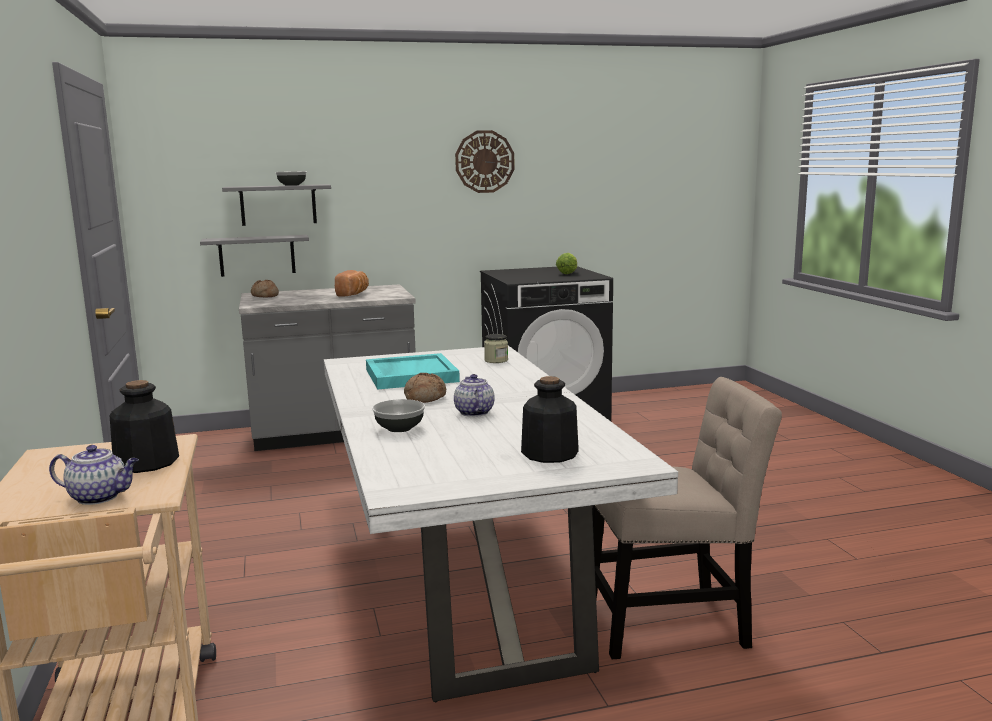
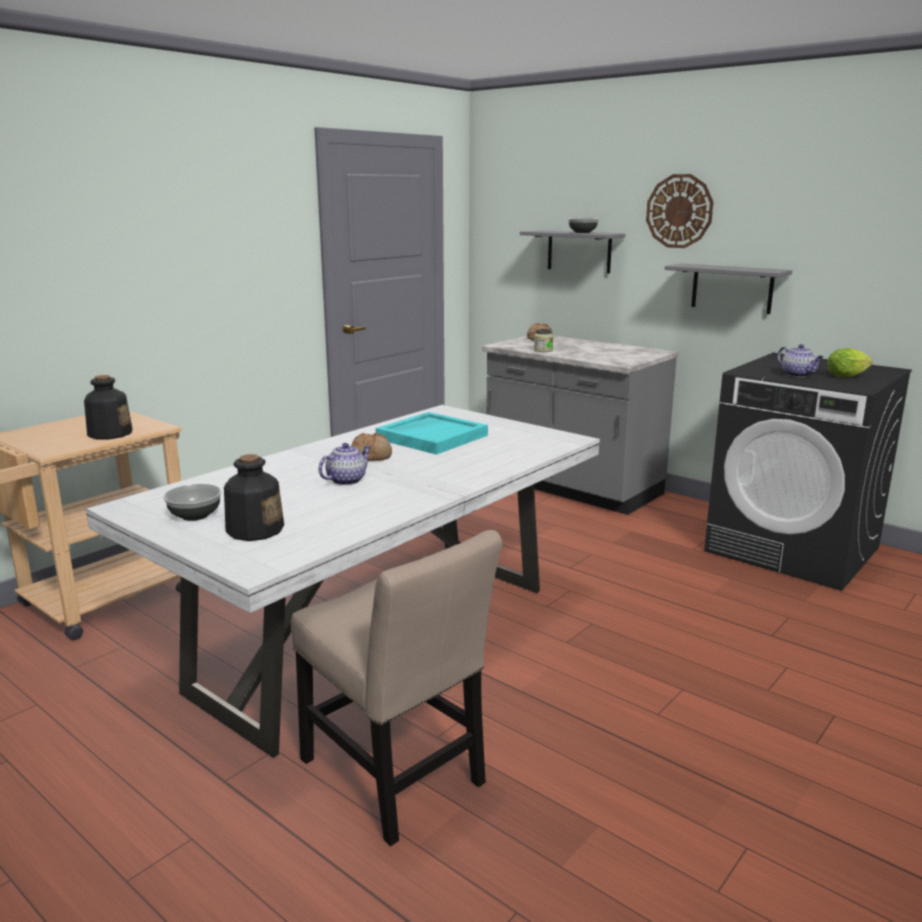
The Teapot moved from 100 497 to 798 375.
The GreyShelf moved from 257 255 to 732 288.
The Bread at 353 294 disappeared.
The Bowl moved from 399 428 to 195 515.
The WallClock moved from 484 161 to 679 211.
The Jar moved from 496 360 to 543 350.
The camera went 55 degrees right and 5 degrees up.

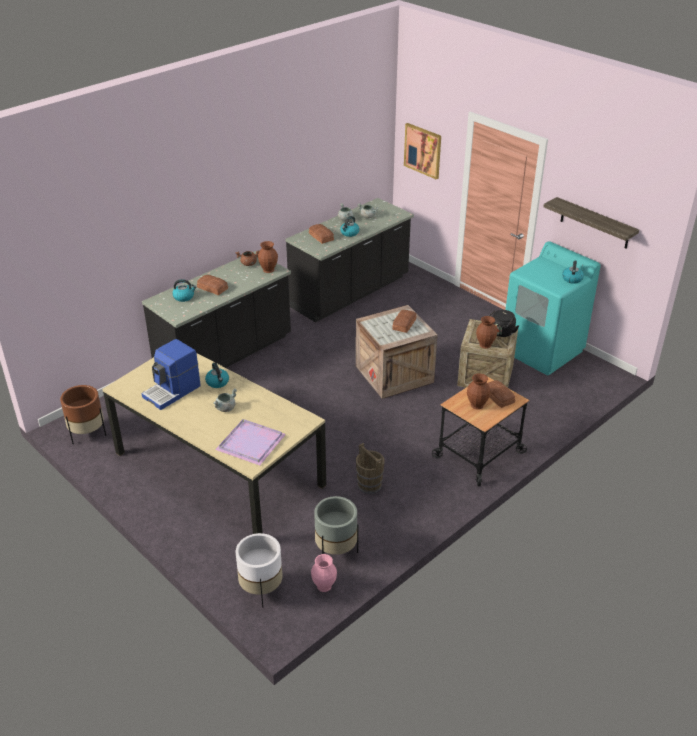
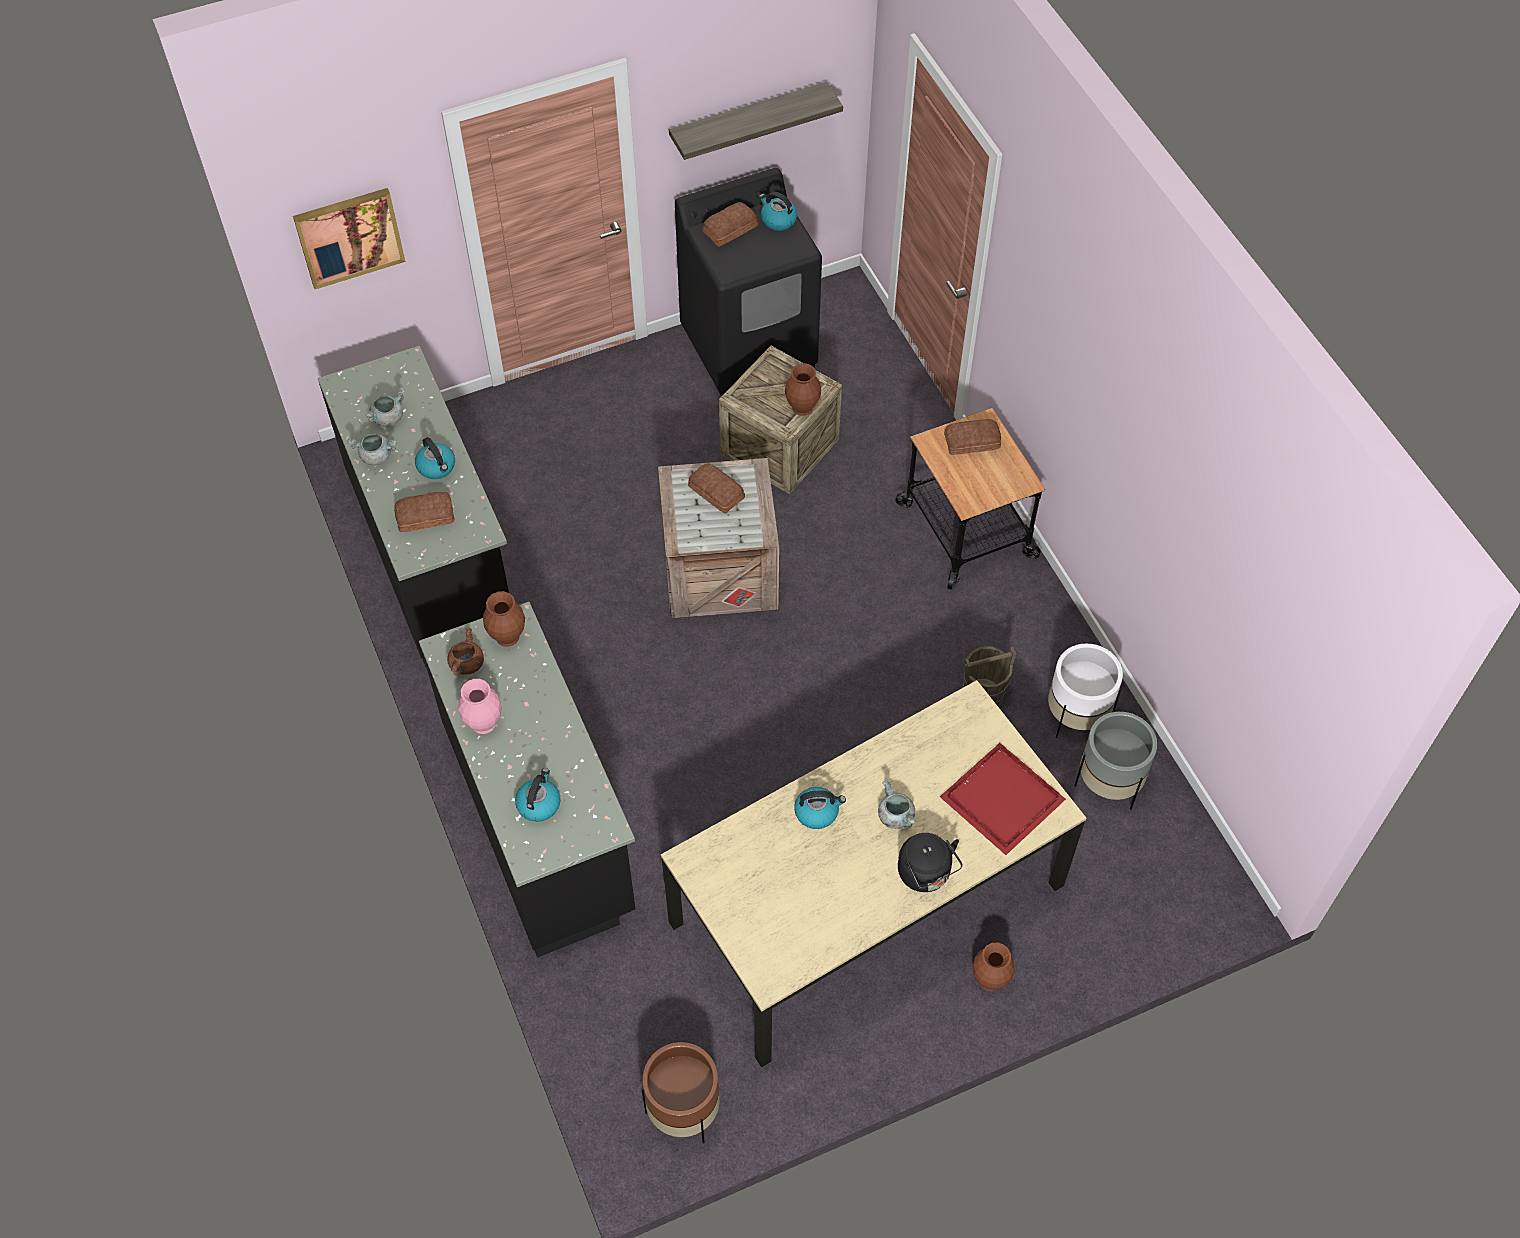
The CoffeeMachine at 172 391 disappeared.
The Bread moved from 212 288 to 729 228.
The PurpleTray at 252 443 became the RedTray at 1002 797.
The WhitePlanter moved from 261 589 to 1076 716.
The PinkVase moved from 323 585 to 482 723.
The BrownVase moved from 477 405 to 991 979.
The BlackKettle moved from 501 333 to 926 874.
The TurquoiseWashingMachine at 542 351 became the BlackWashingMachine at 750 347.
The camera went 70 degrees left and 20 degrees up.

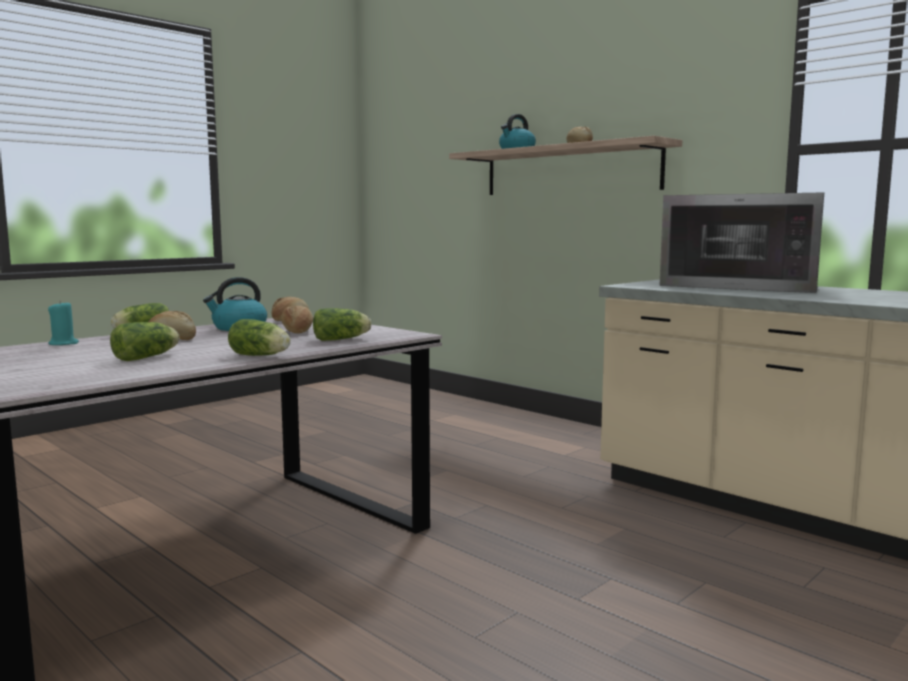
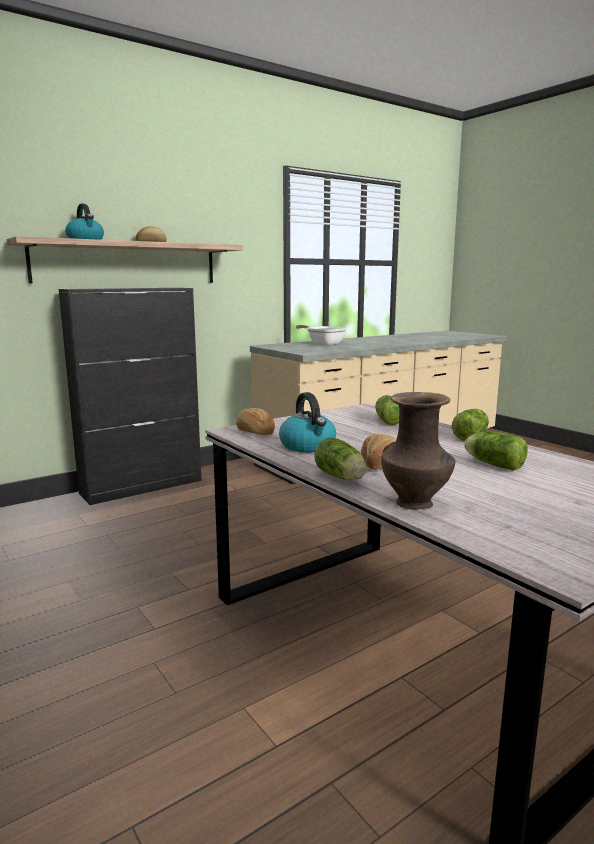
The TurquoiseCandle at 64 343 was replaced by the BrownVase at 416 504.
The Bread at 297 332 disappeared.
The Microwave at 742 286 was replaced by the FryingPan at 323 344.
The BlackCabinet at 142 487 appeared.
The camera went 80 degrees left and 5 degrees up.

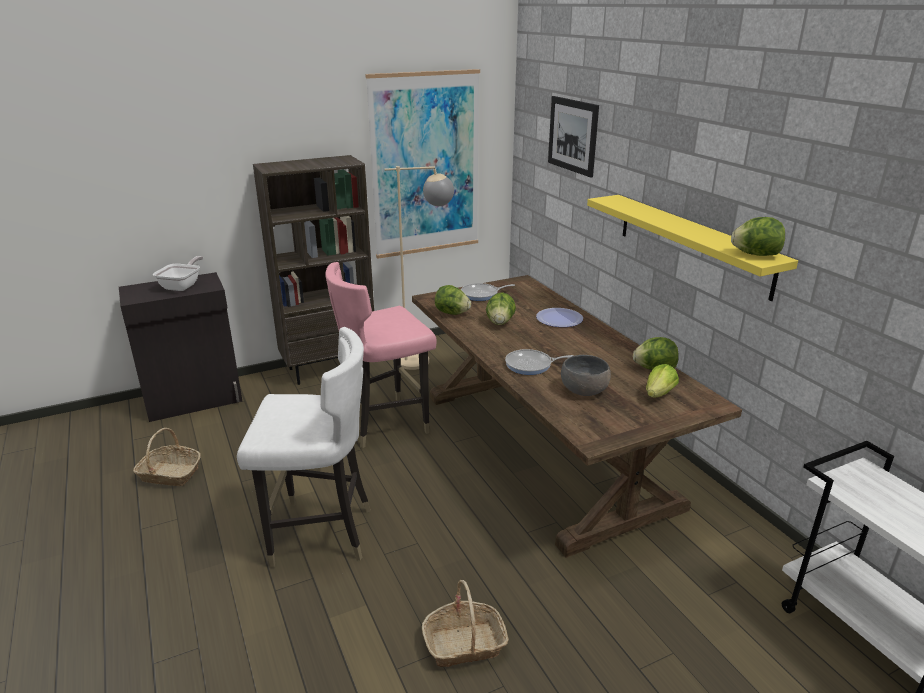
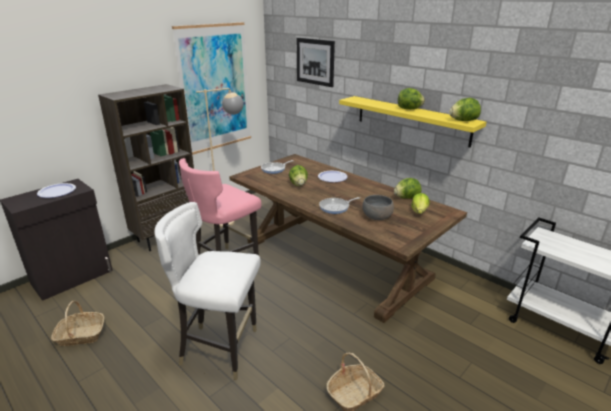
The FryingPan at 183 286 was replaced by the Plate at 57 191.
The WhiteChair at 320 534 turned 150 degrees counterclockwise.
The Lettuce moved from 452 313 to 409 109.
The camera went 20 degrees left and 0 degrees up.

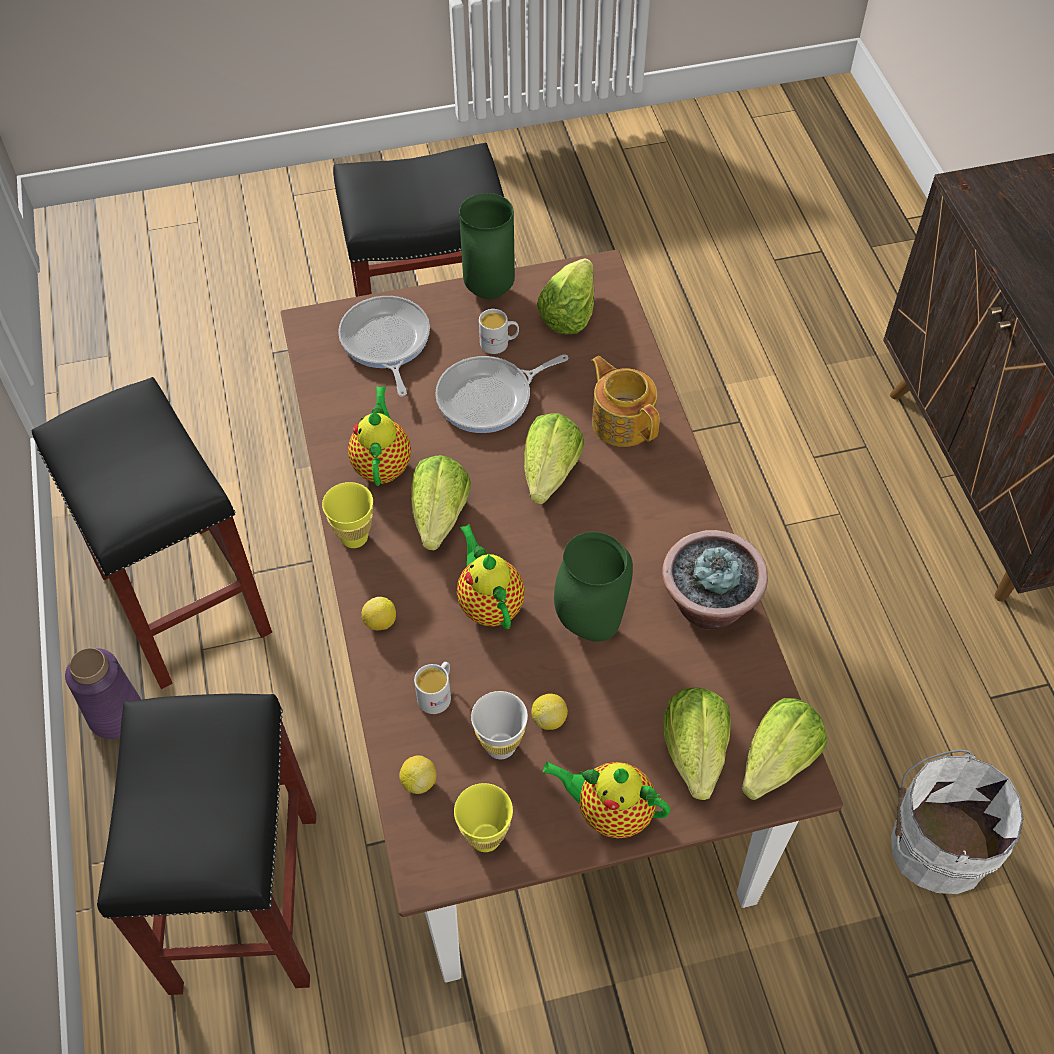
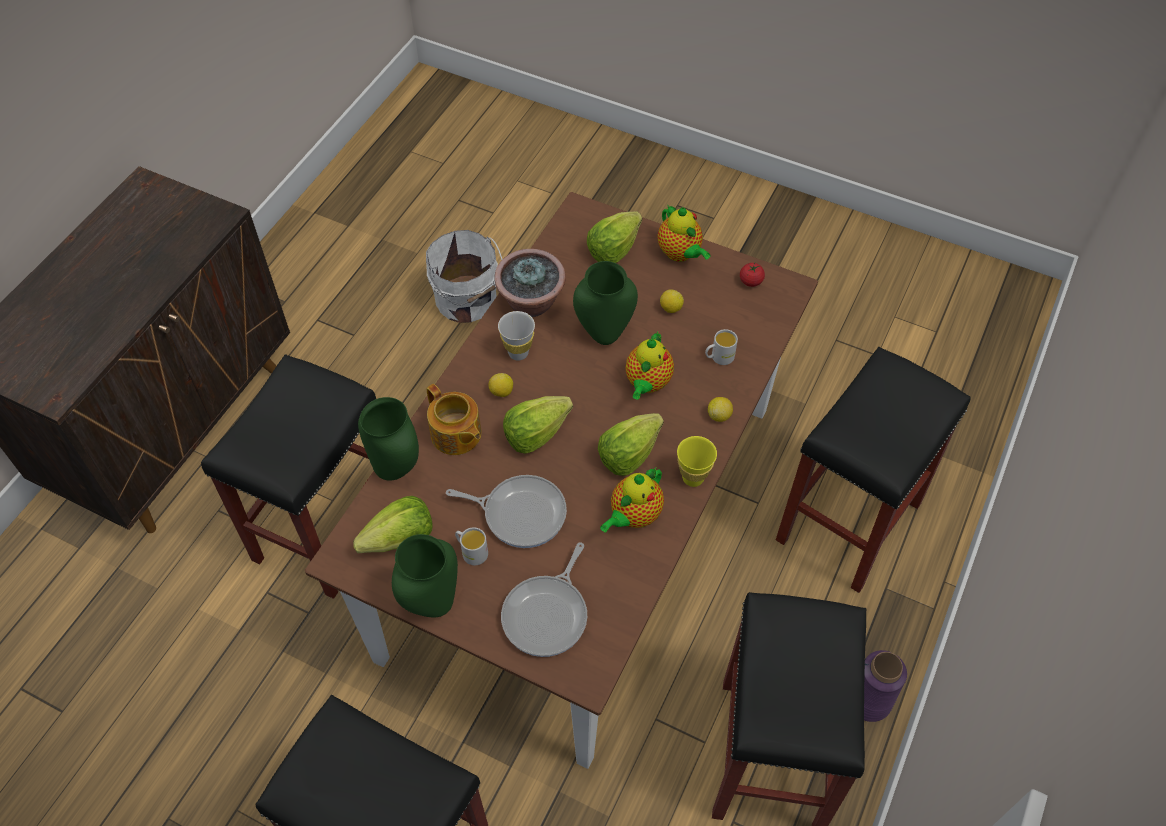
The Lemon moved from 419 781 to 501 392.
The YellowCup at 485 838 was replaced by the Tomato at 751 281.
The WhiteCup moved from 500 746 to 518 353.
The Teapot at 622 421 turned 45 degrees counterclockwise.
The Lettuce at 777 761 disappeared.
The BlackStool at 327 526 appeared.
The GreenVase at 398 469 appeared.
The camera went 140 degrees left and 0 degrees up.

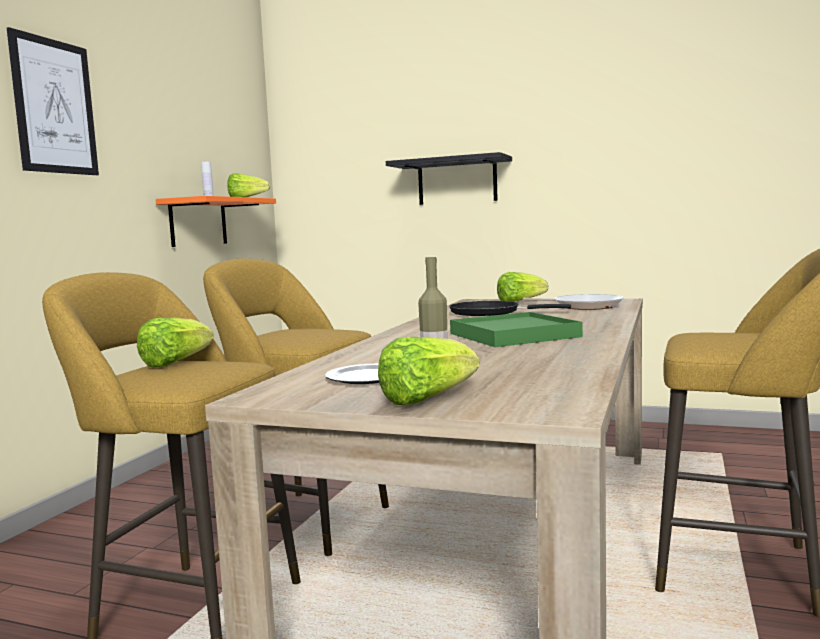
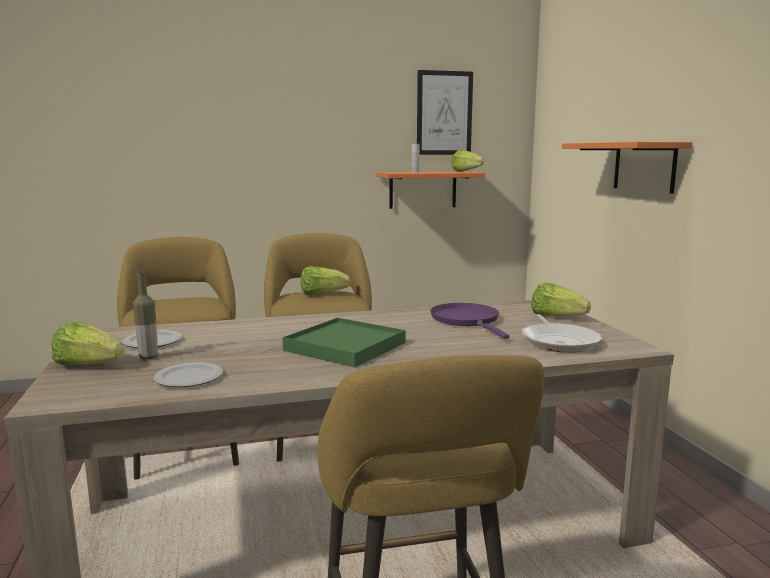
The Picture moved from 54 106 to 444 113.
The Lettuce moved from 175 363 to 322 294.
The BlackShelf at 457 181 became the OrangeShelf at 644 166.
The BlackFryingPan at 490 313 became the PurpleFryingPan at 467 320.
The Plate at 189 378 appeared.
The camera went 55 degrees right and 5 degrees up.

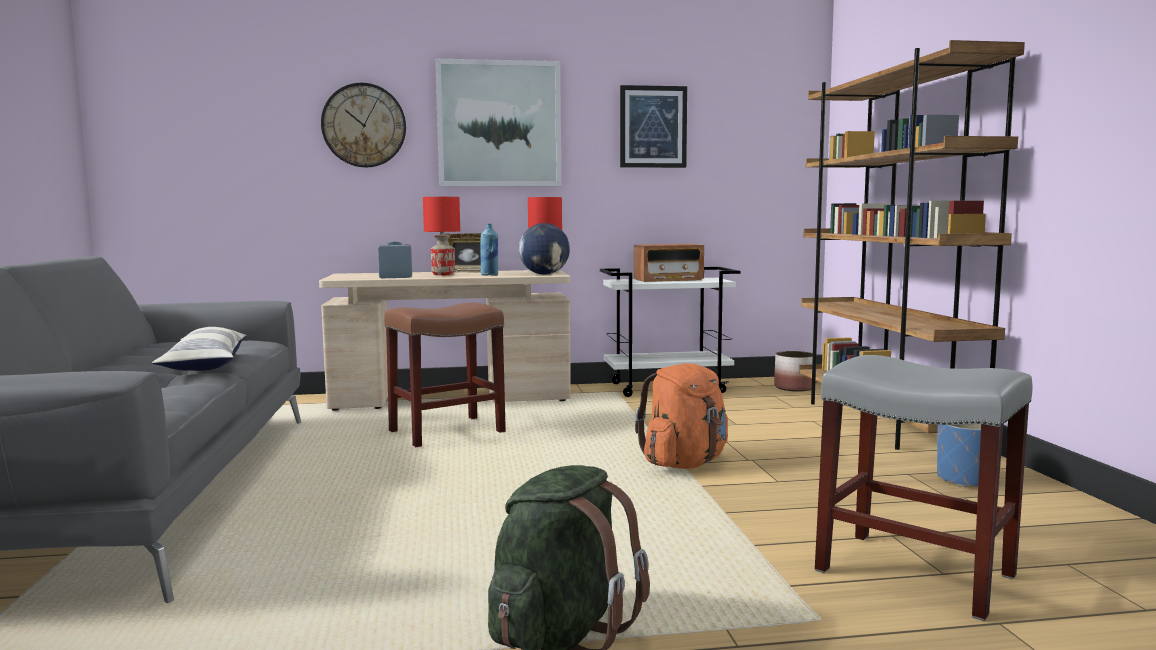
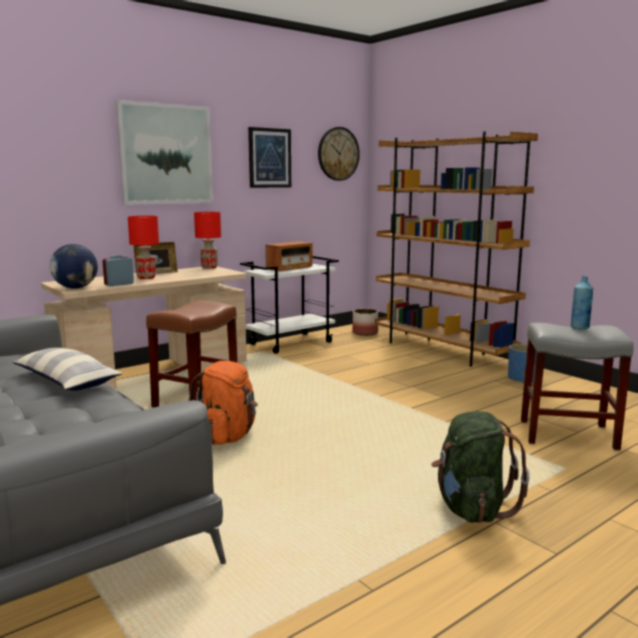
The WallClock moved from 364 125 to 338 154.
The BlueBottle moved from 490 275 to 579 328.
The Globe moved from 544 274 to 76 288.
The OrangeBackpack moved from 684 463 to 227 436.
The camera went 30 degrees left and 5 degrees up.

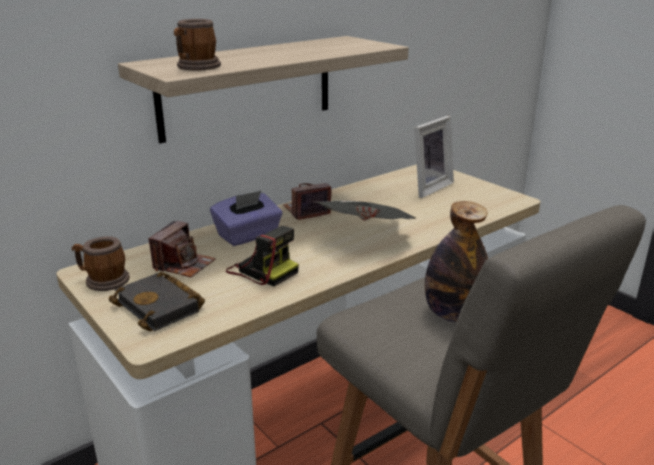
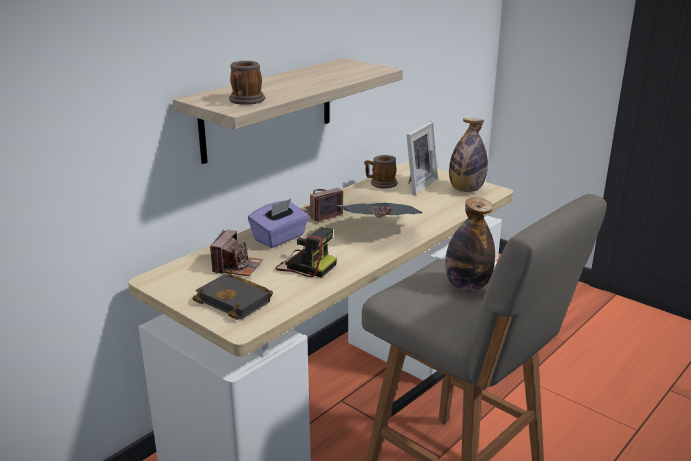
The Mug moved from 103 281 to 380 183.
The Bottle at 466 190 appeared.
The camera went 10 degrees left and 0 degrees up.

